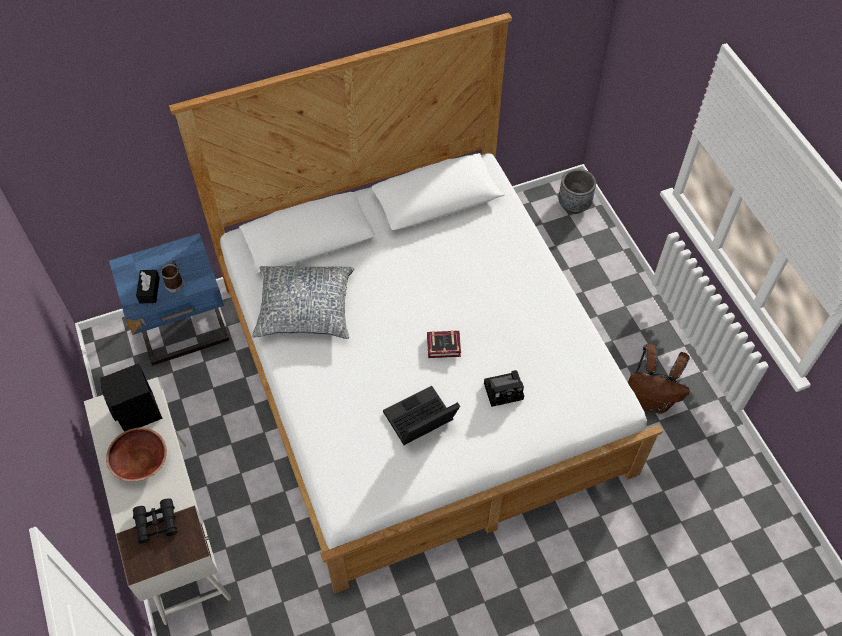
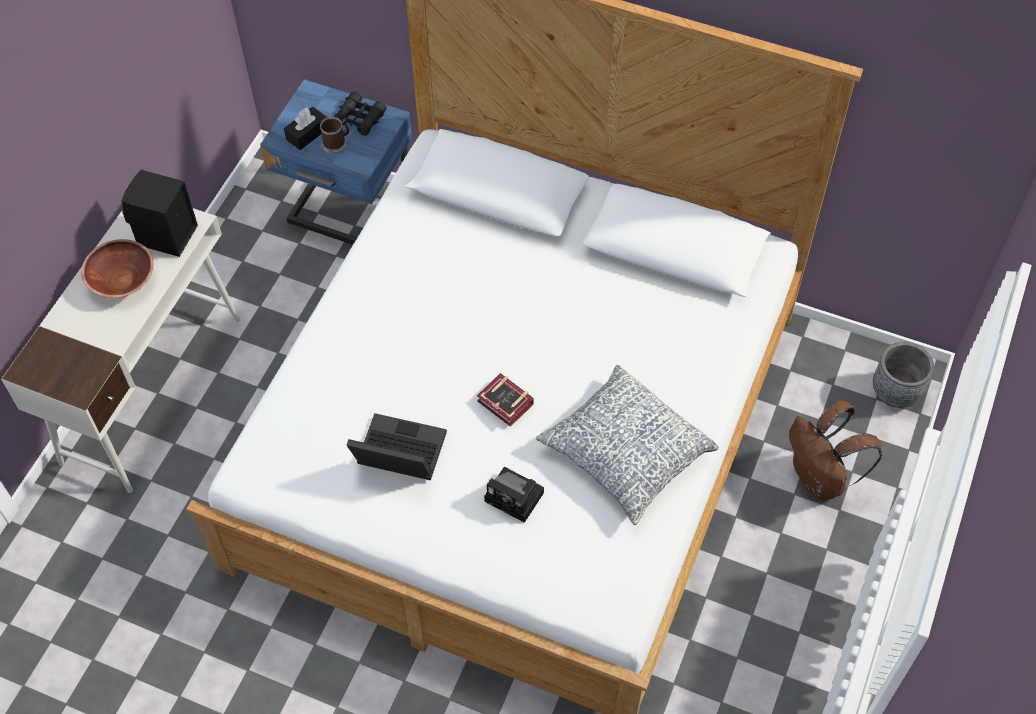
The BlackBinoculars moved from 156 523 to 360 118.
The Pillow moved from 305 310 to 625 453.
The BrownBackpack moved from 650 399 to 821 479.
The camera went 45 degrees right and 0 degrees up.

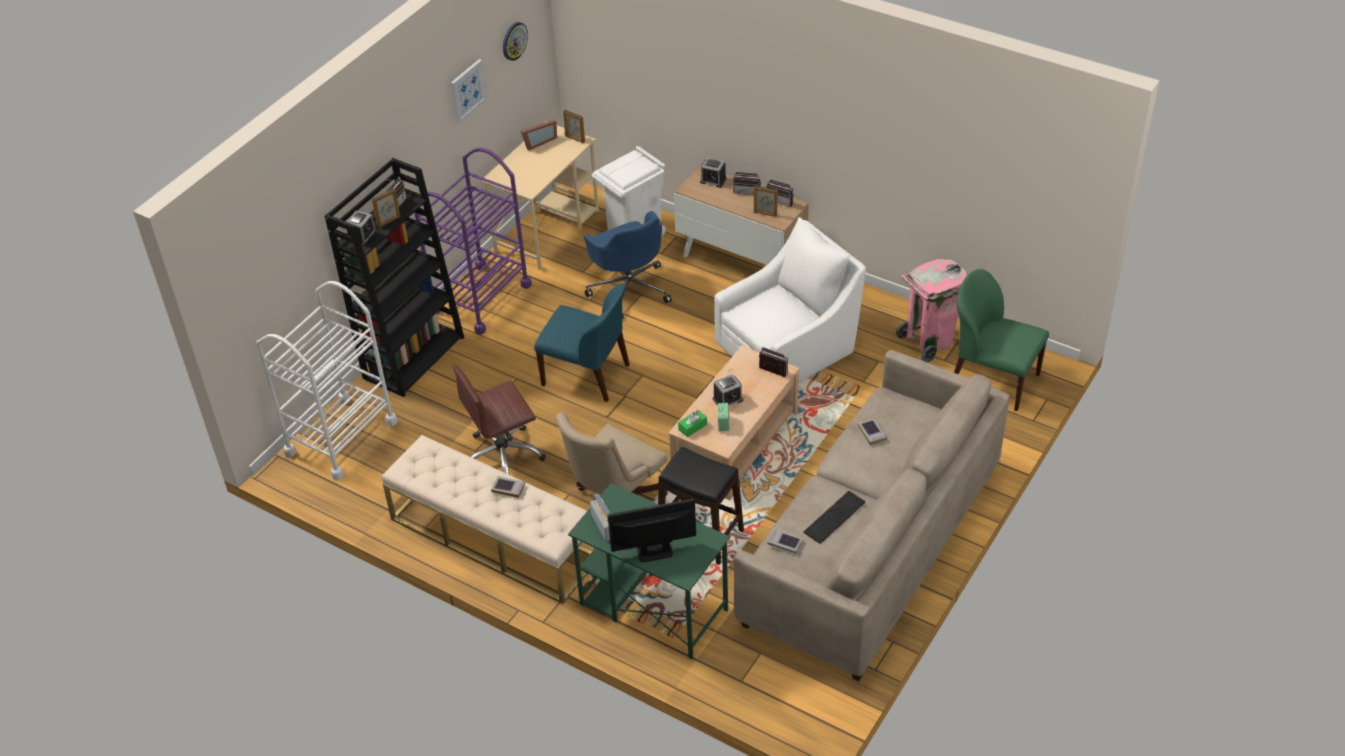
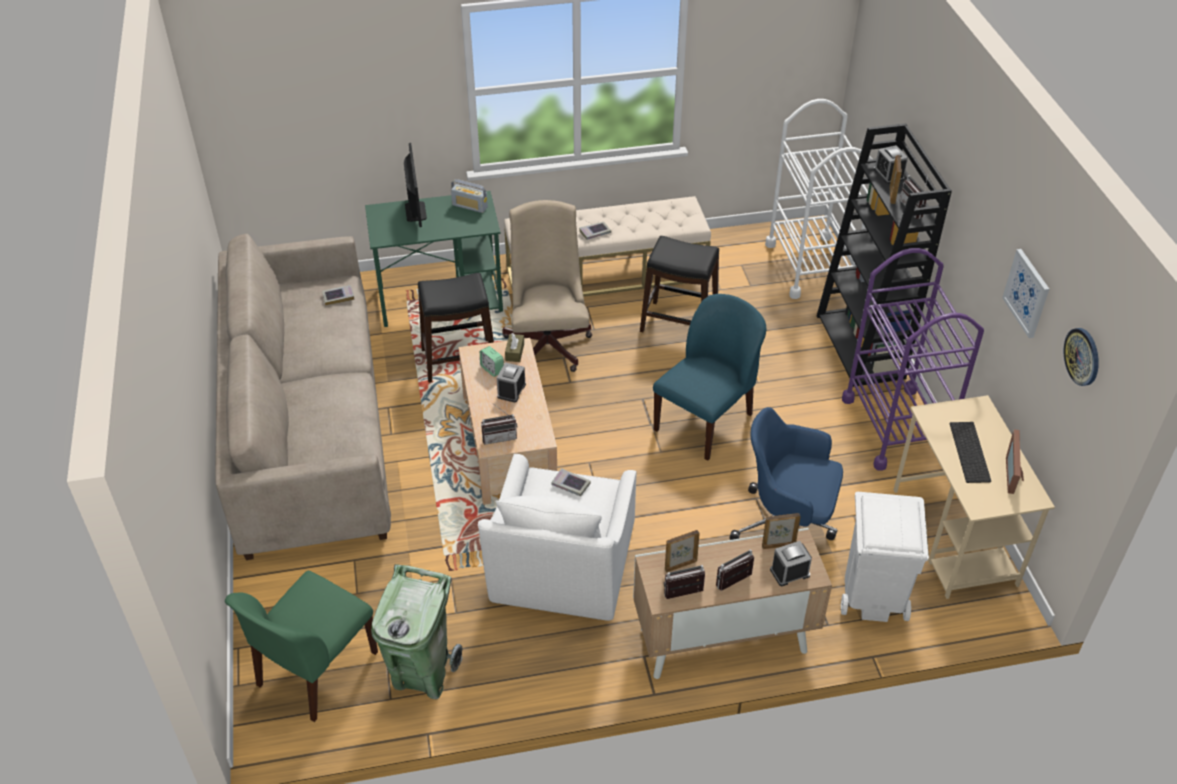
The BrownOfficeChair at 503 456 was replaced by the BlackStool at 678 323.
The BlueChair at 587 375 turned 150 degrees clockwise.
The PictureFrame moved from 574 139 to 778 545.
The Monitor at 654 551 turned 45 degrees counterclockwise.
The GreenTissueBox at 692 427 became the BrownTissueBox at 514 352.
The Keyboard moved from 834 516 to 971 453.
The Book moved from 872 433 to 570 485.
The PinkTrashCan at 928 341 became the GreenTrashCan at 423 674.
The GreenChair at 992 380 turned 135 degrees clockwise.
The camera went 135 degrees right and 0 degrees up.

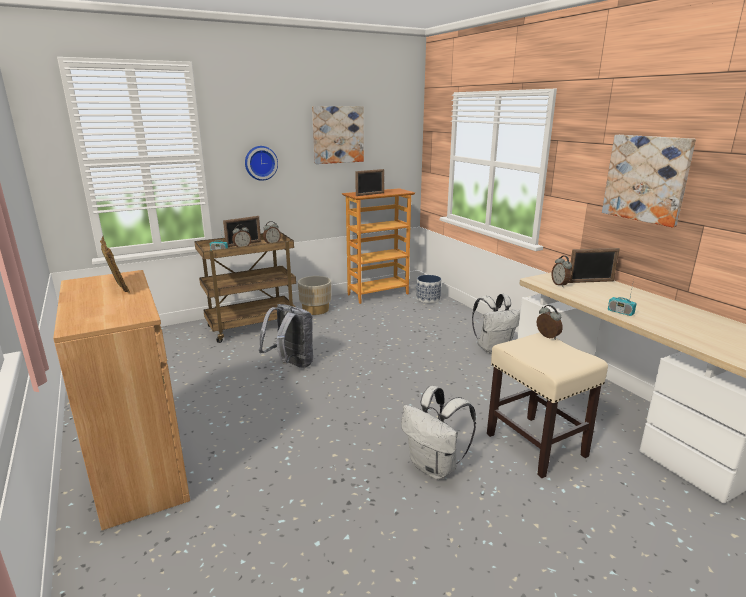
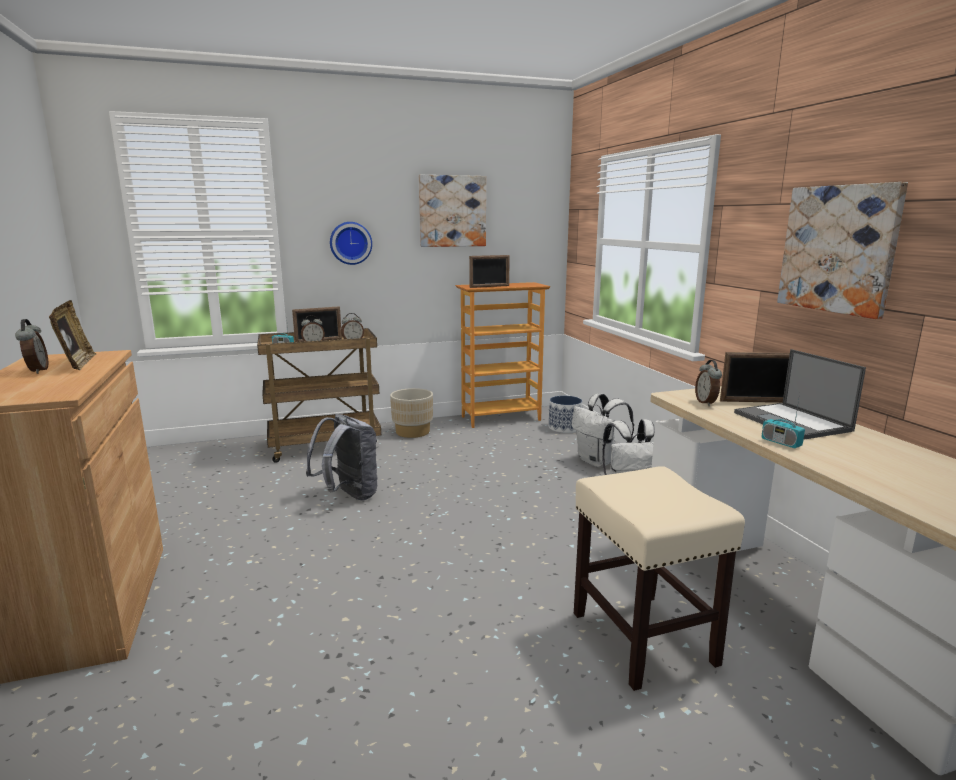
The WhiteBackpack moved from 435 467 to 598 462.
The AlarmClock moved from 547 337 to 36 371.
The Laptop at 793 422 appeared.
The camera went 10 degrees right and 5 degrees down.

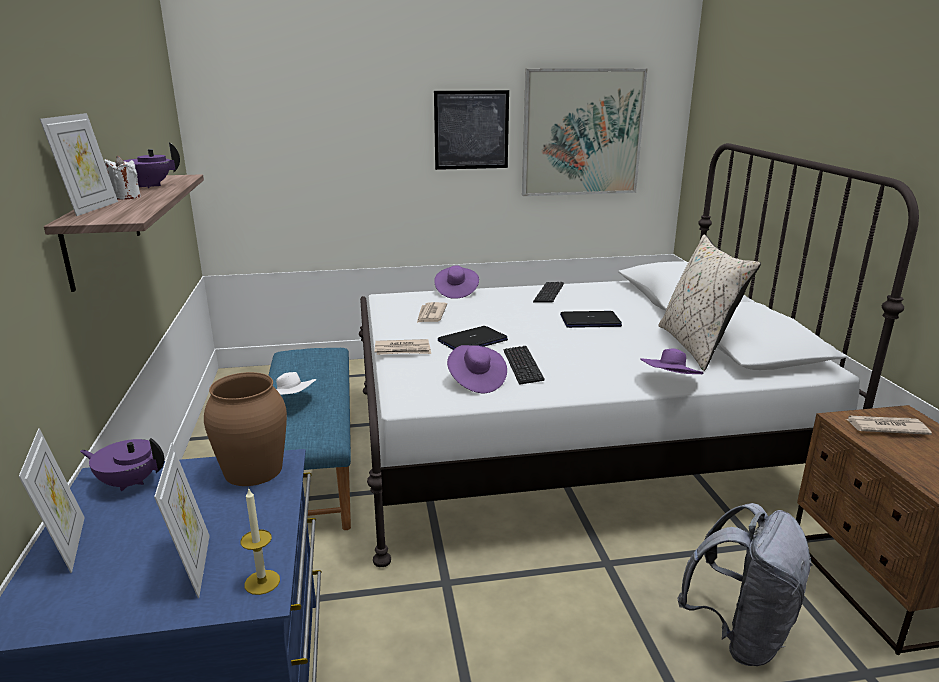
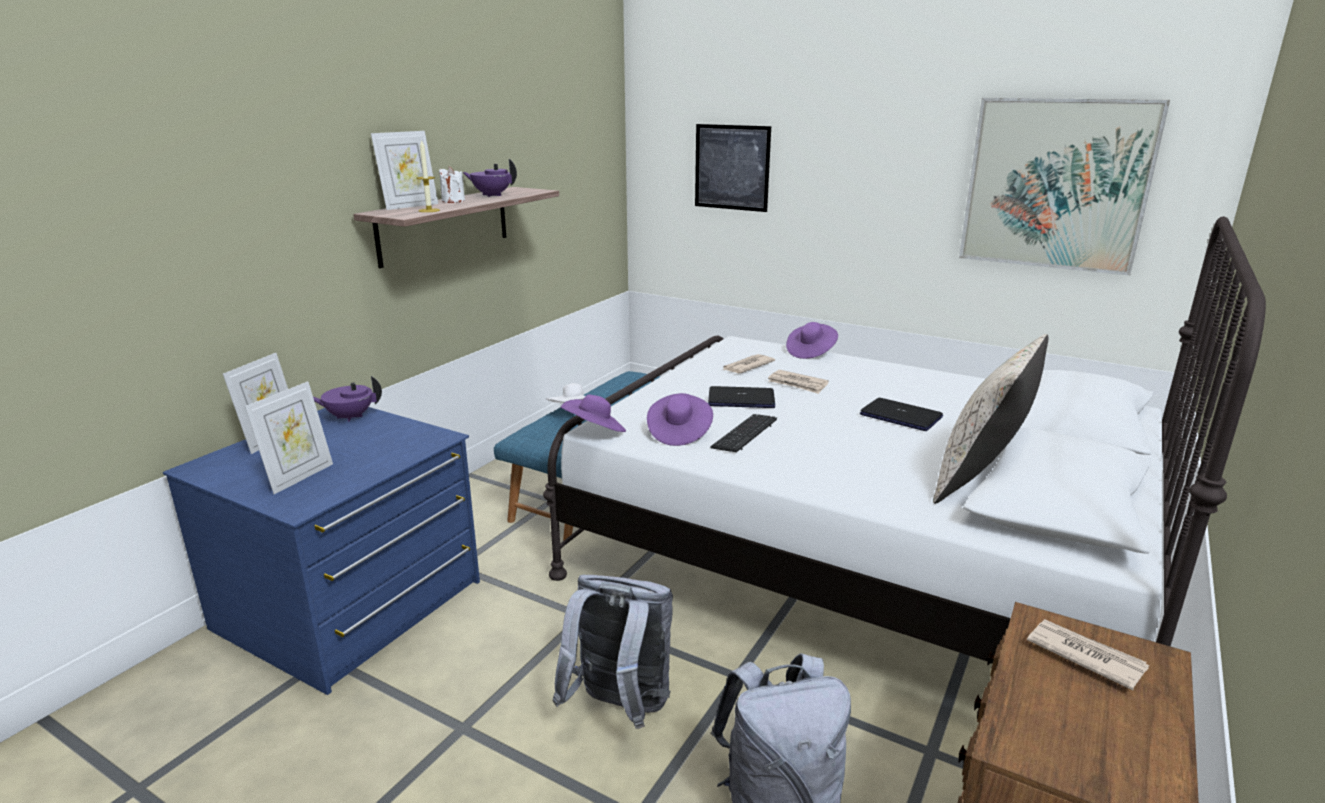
The PurpleTeapot at 129 482 turned 60 degrees counterclockwise.
The BrownVase at 253 469 disappeared.
The Candle moved from 262 582 to 429 210.
The Newspaper moved from 403 350 to 797 384.
The Picture moved from 471 130 to 732 167.
The Keyboard at 549 293 disappeared.
The PurpleHat moved from 669 382 to 595 431.
The GreyBackpack at 619 708 appeared.
The camera went 40 degrees right and 0 degrees up.

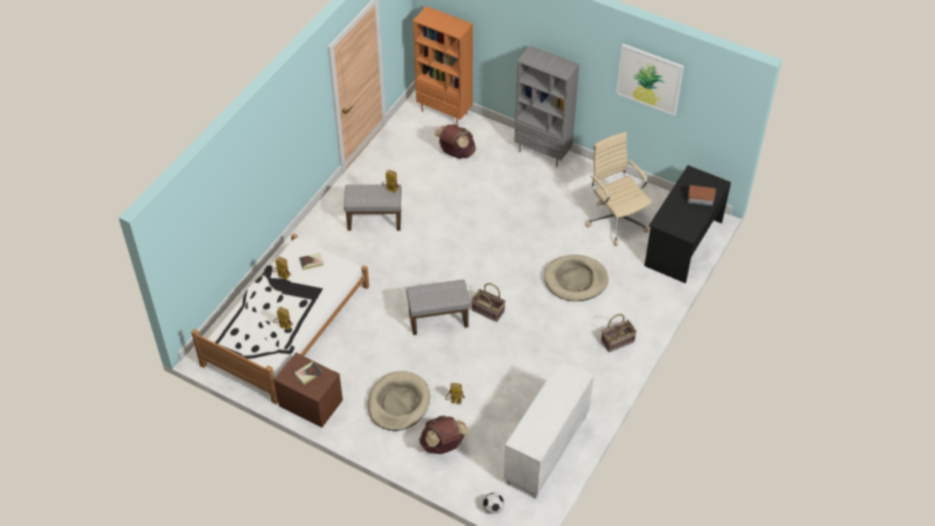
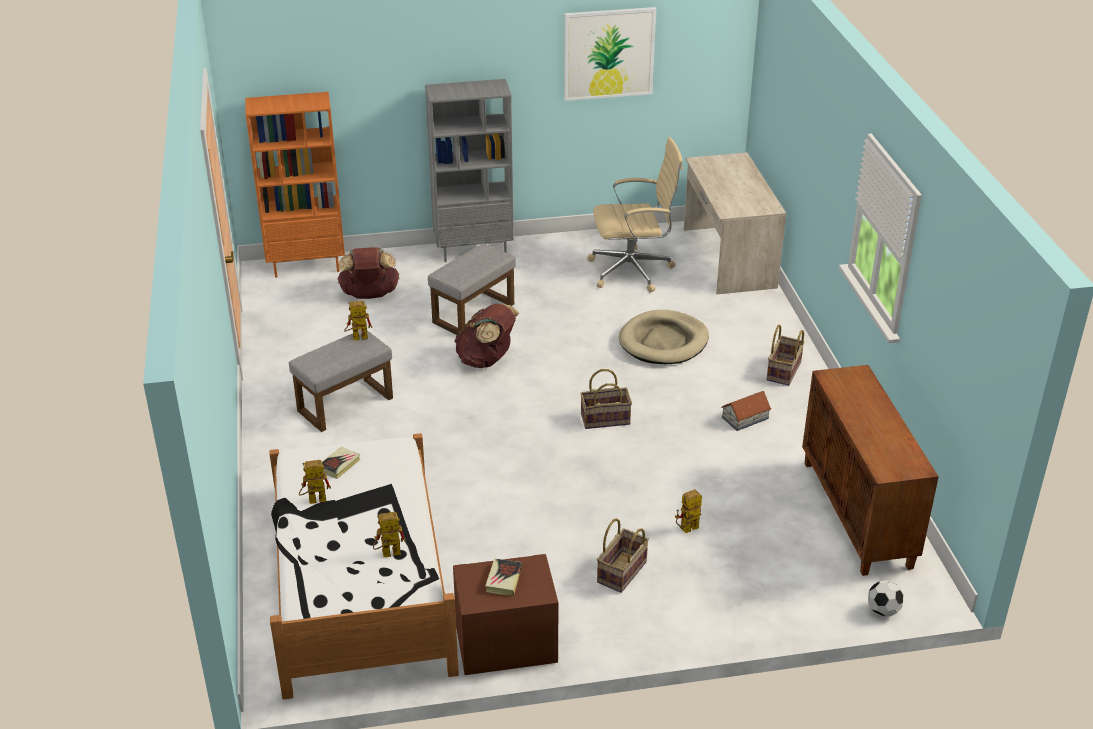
The BeigeDogBed at 398 403 was replaced by the Basket at 622 572.
The GreyOttoman moved from 439 319 to 473 312.
The BrownBackpack moved from 443 445 to 486 360.
The WhiteCabinet at 547 451 became the BrownCabinet at 858 514.
The BeigeOfficeChair at 616 220 turned 150 degrees clockwise.
The BlackDesk at 682 243 became the BeigeDesk at 727 258.
The ToyHouse moved from 700 198 to 744 418.
The camera went 40 degrees left and 15 degrees down.

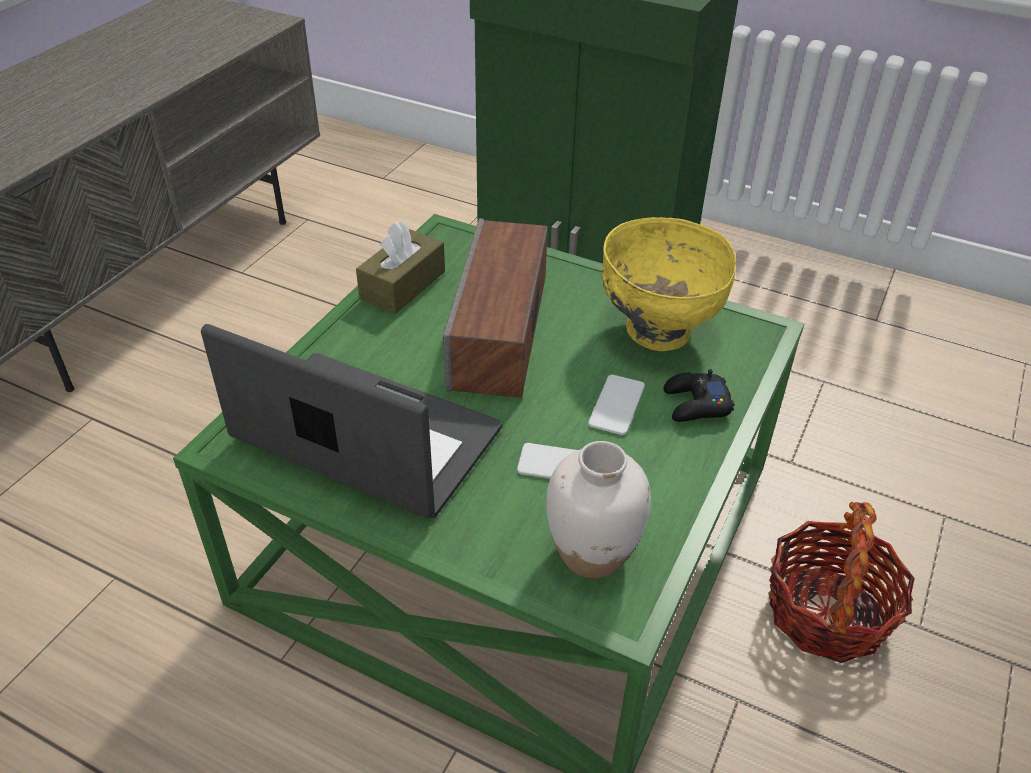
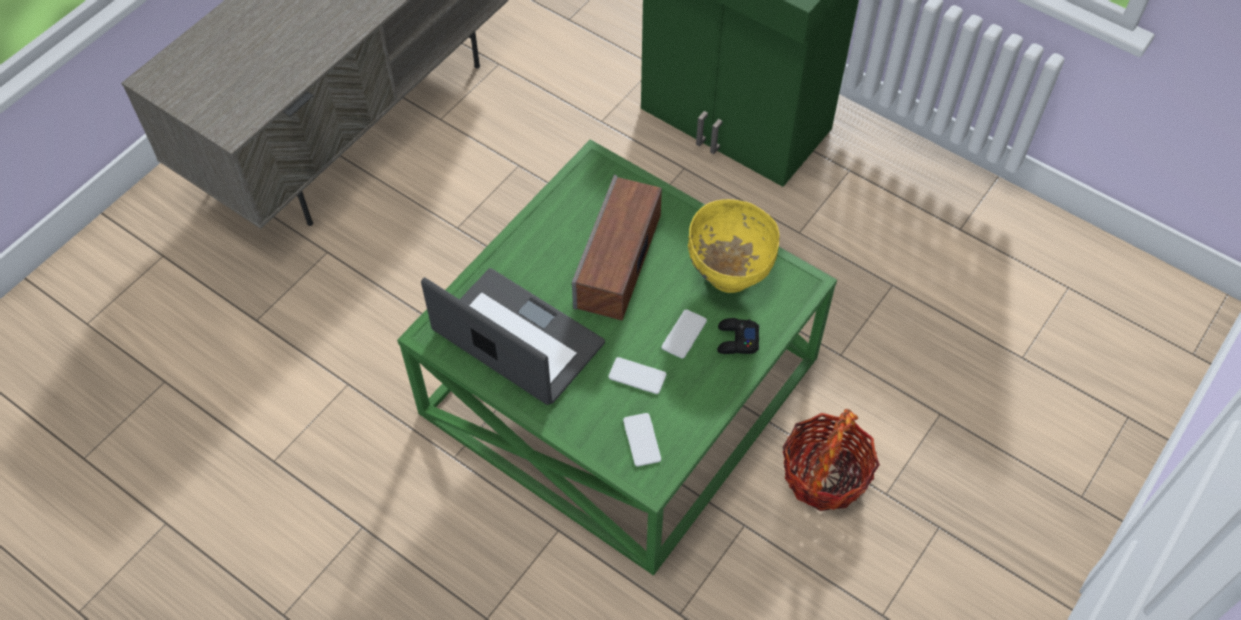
The BrownTissueBox at 403 285 disappeared.
The WhiteVase at 592 553 was replaced by the Phone at 642 440.
The camera went 10 degrees right and 15 degrees up.

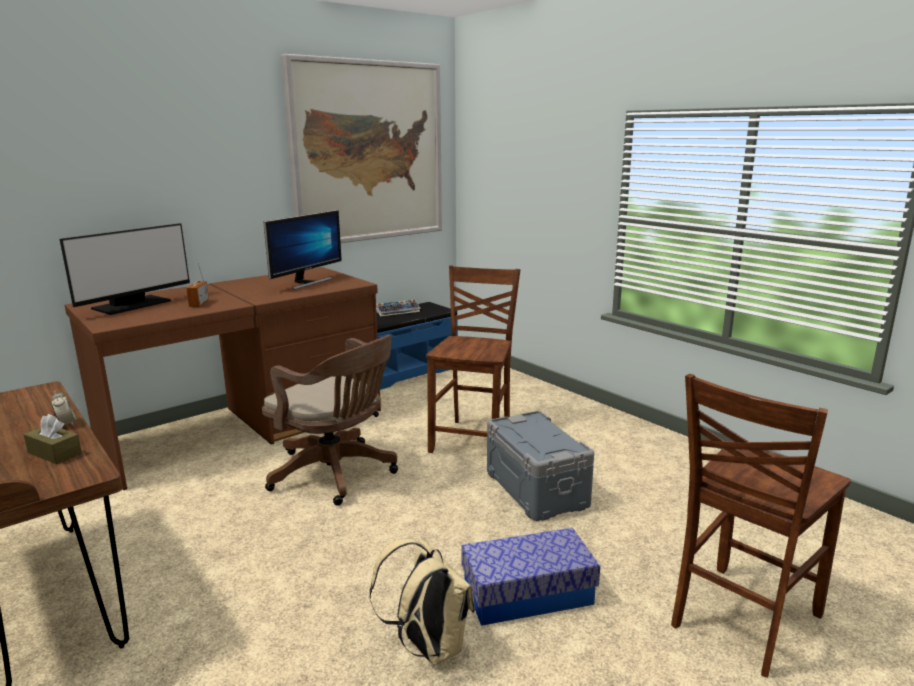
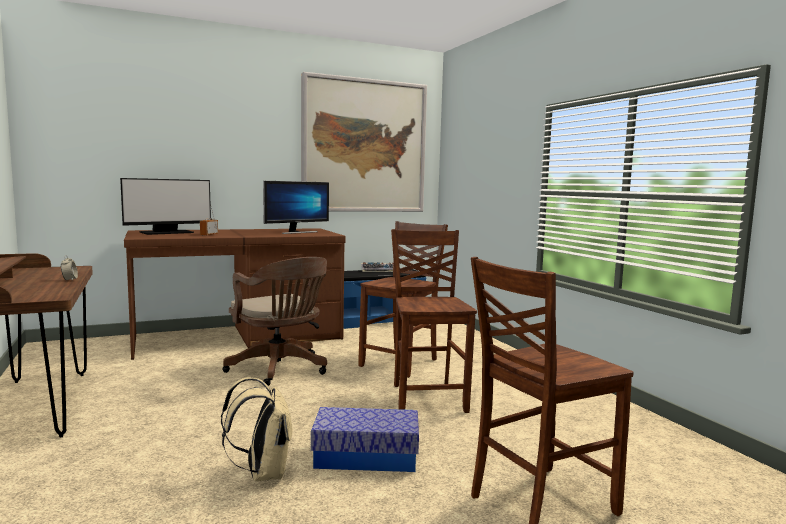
The BrownTissueBox at 54 453 disappeared.
The GreyStorageBox at 537 489 was replaced by the BrownChair at 427 397.
The camera went 15 degrees right and 10 degrees down.

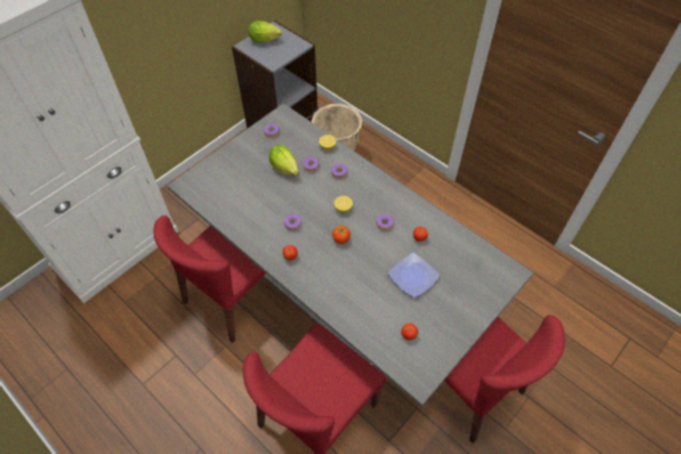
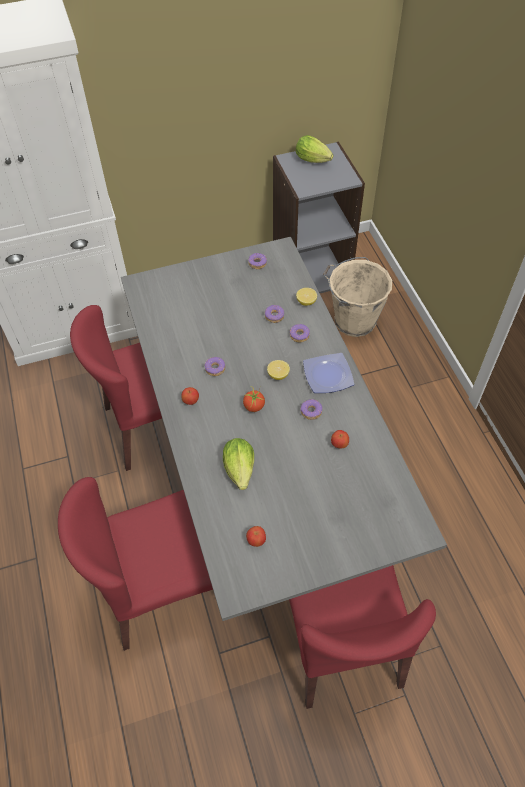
The Lettuce moved from 286 169 to 240 472.
The Plate moved from 413 278 to 327 376.
The camera went 30 degrees right and 0 degrees up.

